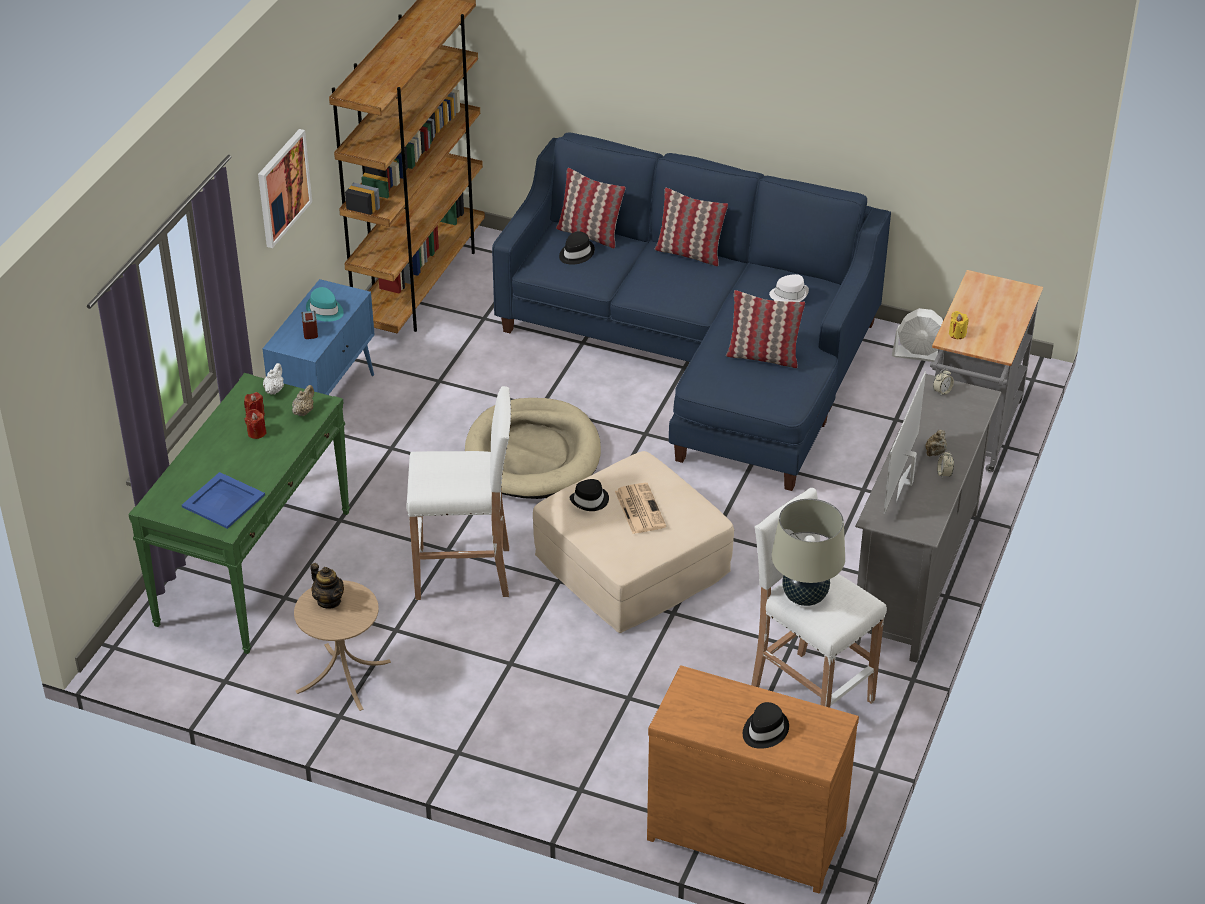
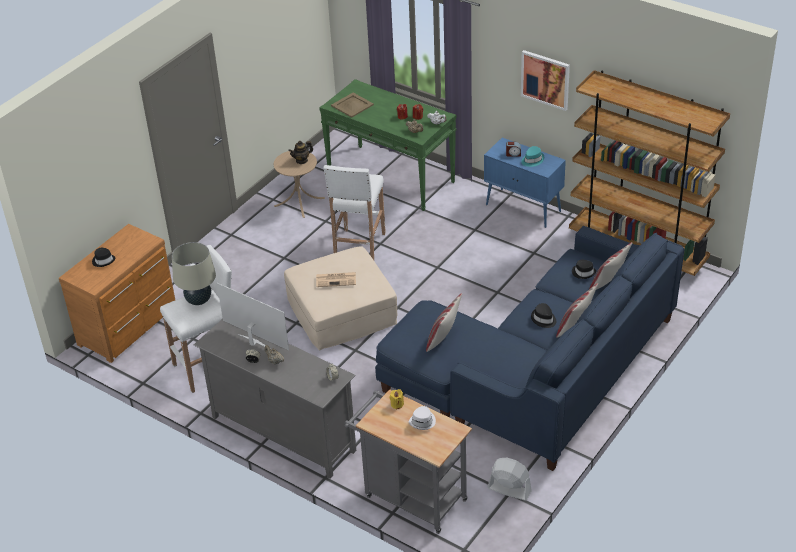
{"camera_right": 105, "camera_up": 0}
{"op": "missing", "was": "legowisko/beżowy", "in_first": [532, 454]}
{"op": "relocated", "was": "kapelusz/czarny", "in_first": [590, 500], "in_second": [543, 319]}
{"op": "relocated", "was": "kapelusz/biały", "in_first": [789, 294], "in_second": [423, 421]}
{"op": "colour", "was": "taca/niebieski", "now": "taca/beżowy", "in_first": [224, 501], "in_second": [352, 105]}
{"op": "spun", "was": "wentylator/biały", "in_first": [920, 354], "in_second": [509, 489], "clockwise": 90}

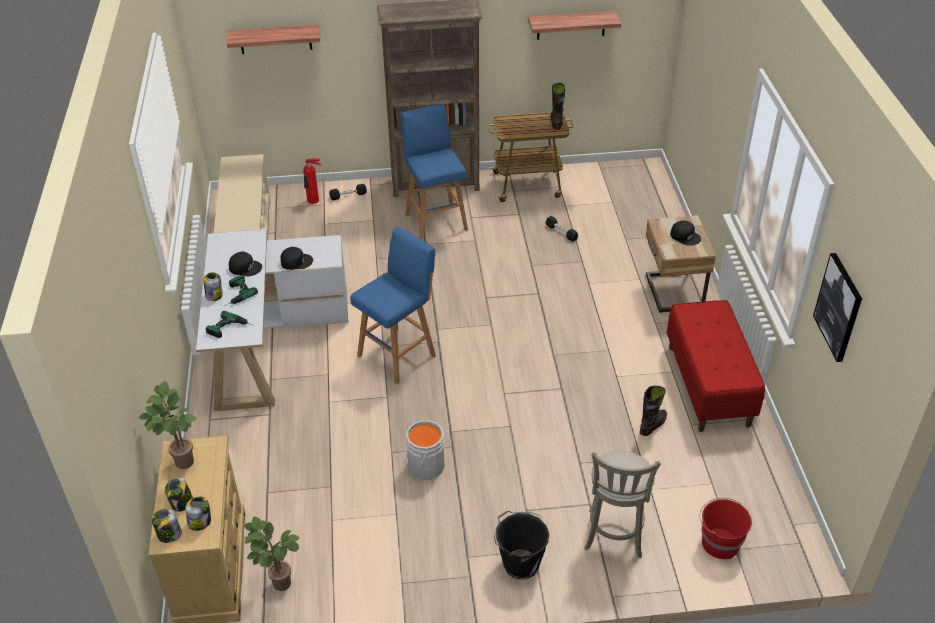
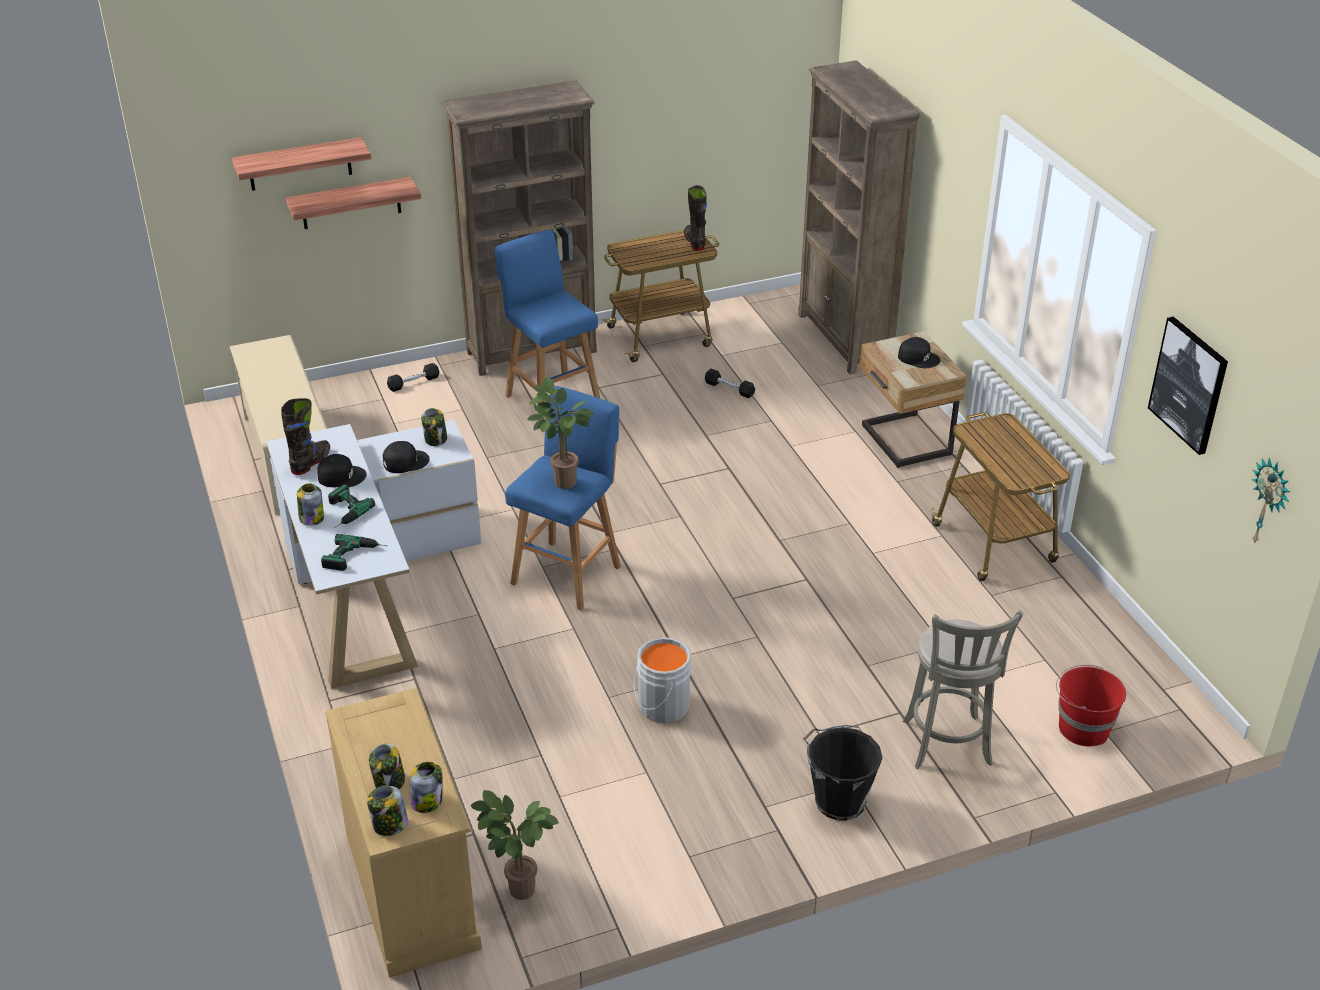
{"camera_right": -15, "camera_up": -5}
{"op": "missing", "was": "gaśnica", "in_first": [313, 201]}
{"op": "appeared", "now": "słoik", "in_second": [436, 439]}
{"op": "appeared", "now": "regał/brązowy", "in_second": [844, 340]}
{"op": "appeared", "now": "zegar ścienny", "in_second": [1269, 502]}
{"op": "relocated", "was": "roślina doniczkowa", "in_first": [181, 461], "in_second": [561, 482]}
{"op": "relocated", "was": "półka", "in_first": [571, 25], "in_second": [351, 203]}
{"op": "relocated", "was": "but z cholewką/czarny", "in_first": [652, 425], "in_second": [311, 462]}
{"op": "exchanged", "was": "ławka/czerwony", "now": "wózek", "in_first": [708, 385], "in_second": [995, 545]}

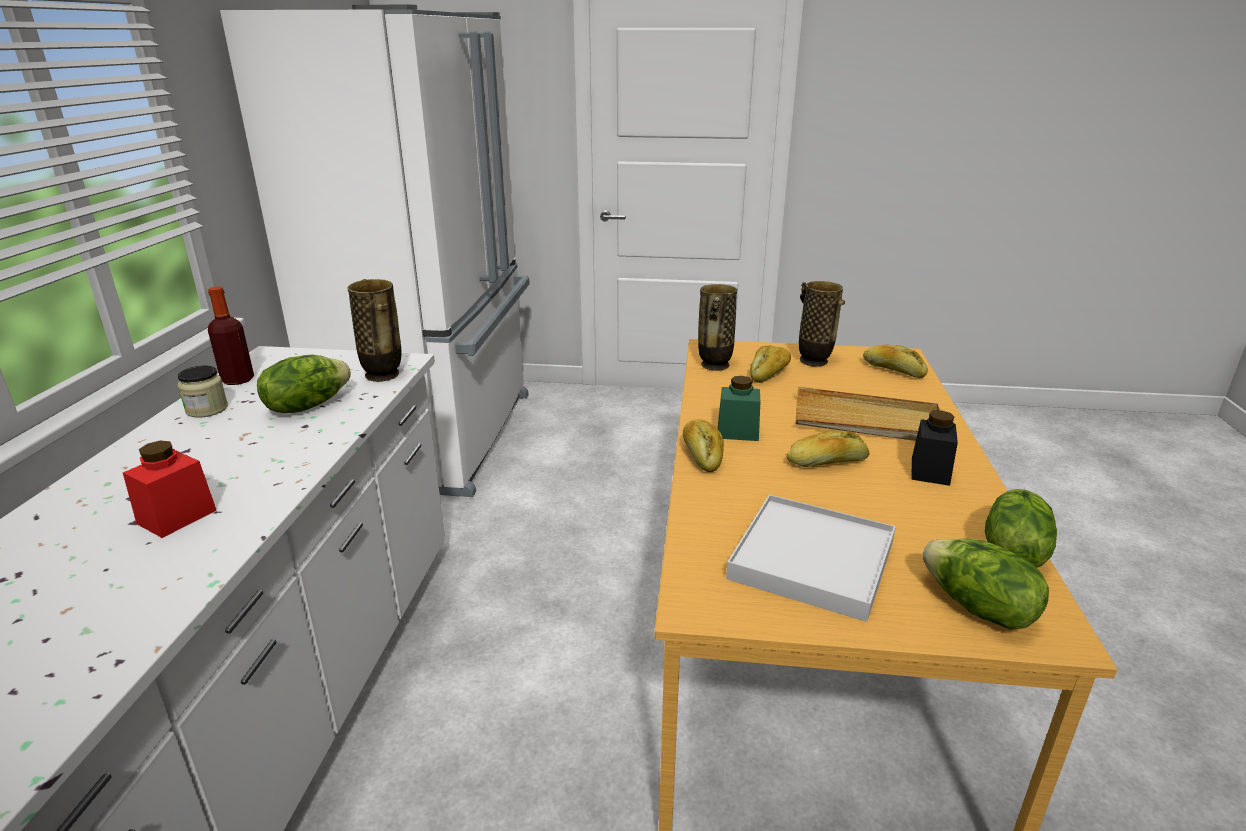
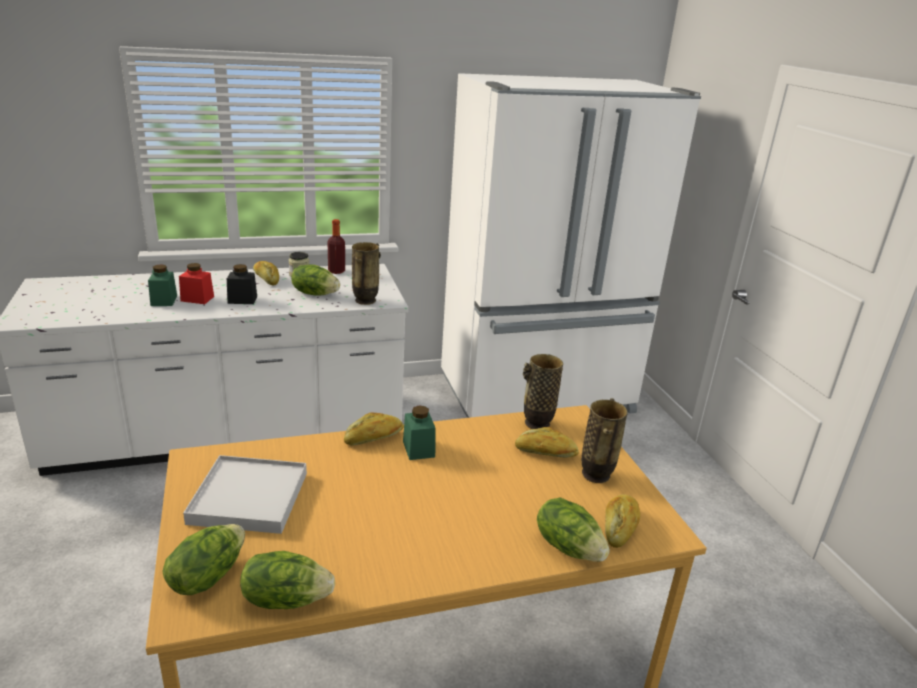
{"camera_right": 65, "camera_up": 0}
{"op": "missing", "was": "taca/beżowy", "in_first": [867, 421]}
{"op": "appeared", "now": "słoik/zielony", "in_second": [164, 300]}
{"op": "appeared", "now": "sałata", "in_second": [569, 547]}
{"op": "relocated", "was": "chleb", "in_first": [827, 462], "in_second": [266, 279]}
{"op": "relocated", "was": "słoik/czarny", "in_first": [930, 471], "in_second": [242, 300]}

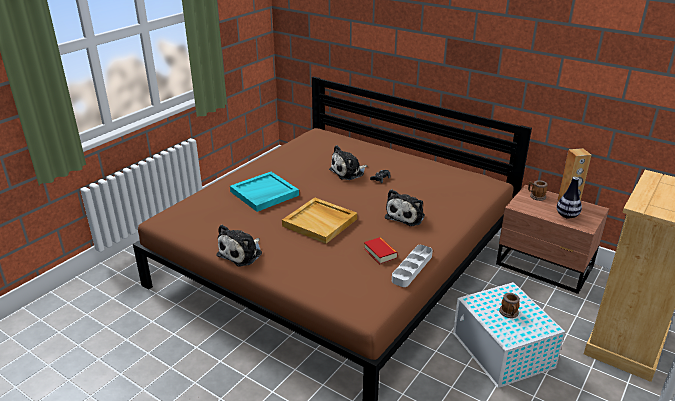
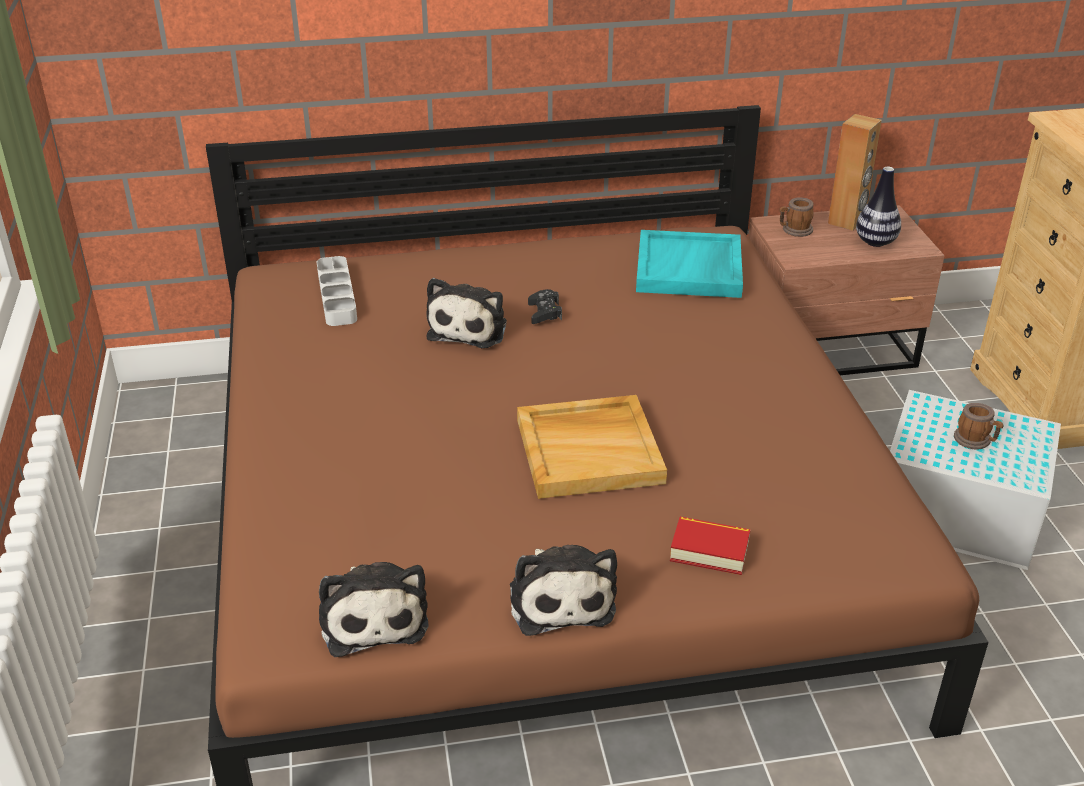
{"camera_right": -45, "camera_up": 5}
{"op": "relocated", "was": "taca/turkusowy", "in_first": [264, 194], "in_second": [690, 269]}
{"op": "relocated", "was": "książka", "in_first": [380, 253], "in_second": [709, 551]}
{"op": "relocated", "was": "pluszak", "in_first": [406, 216], "in_second": [373, 616]}
{"op": "relocated", "was": "taca/szary", "in_first": [412, 268], "in_second": [337, 296]}

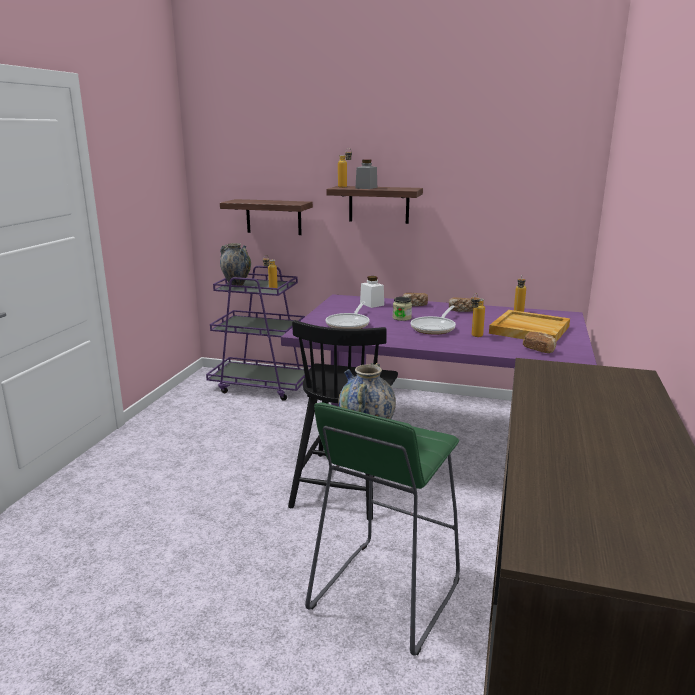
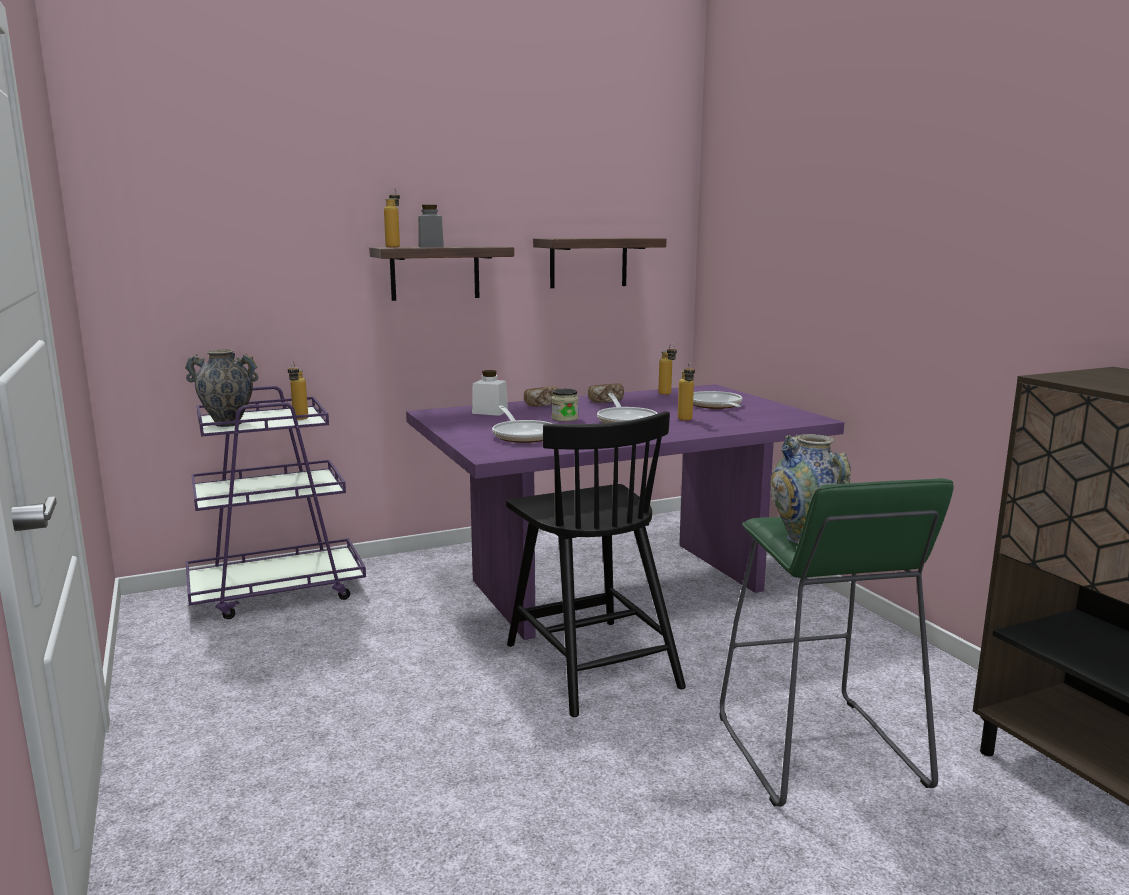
{"camera_right": -40, "camera_up": -5}
{"op": "missing", "was": "chleb", "in_first": [539, 350]}
{"op": "relocated", "was": "półka", "in_first": [273, 217], "in_second": [588, 262]}
{"op": "exchanged", "was": "taca/beżowy", "now": "patelnia", "in_first": [528, 330], "in_second": [715, 406]}

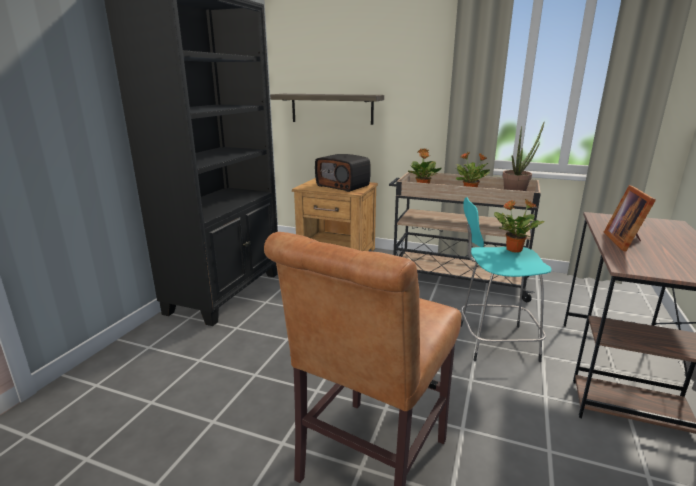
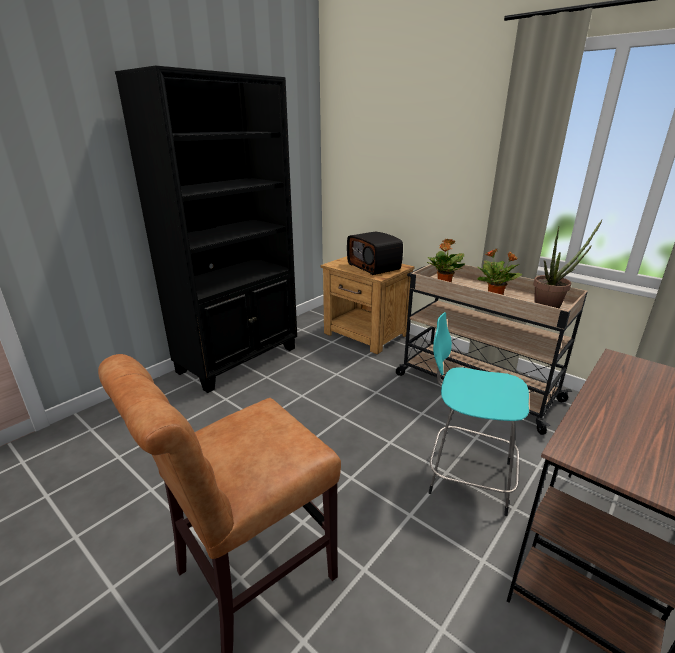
{"camera_right": 20, "camera_up": 5}
{"op": "missing", "was": "półka", "in_first": [331, 108]}
{"op": "missing", "was": "roślina doniczkowa", "in_first": [513, 249]}
{"op": "missing", "was": "ramka na zdjęcie", "in_first": [625, 242]}

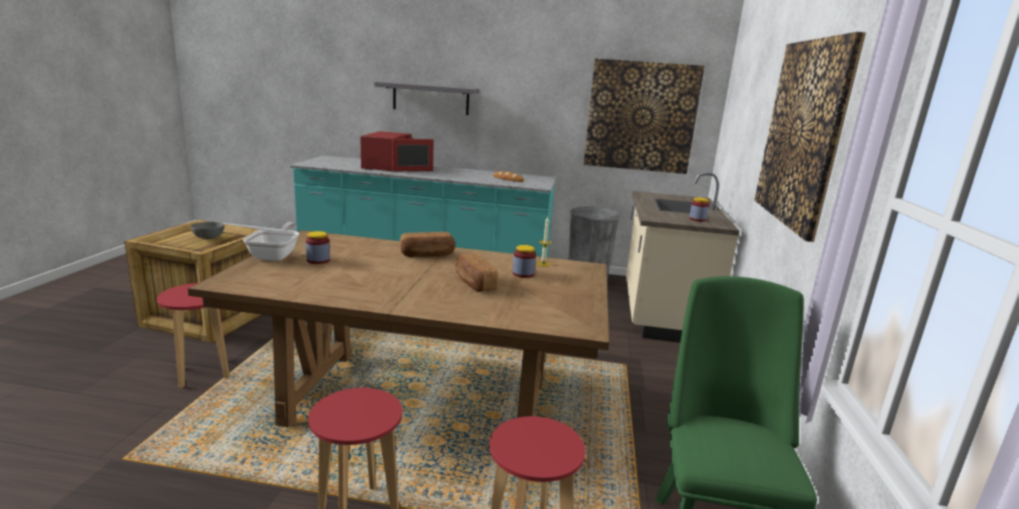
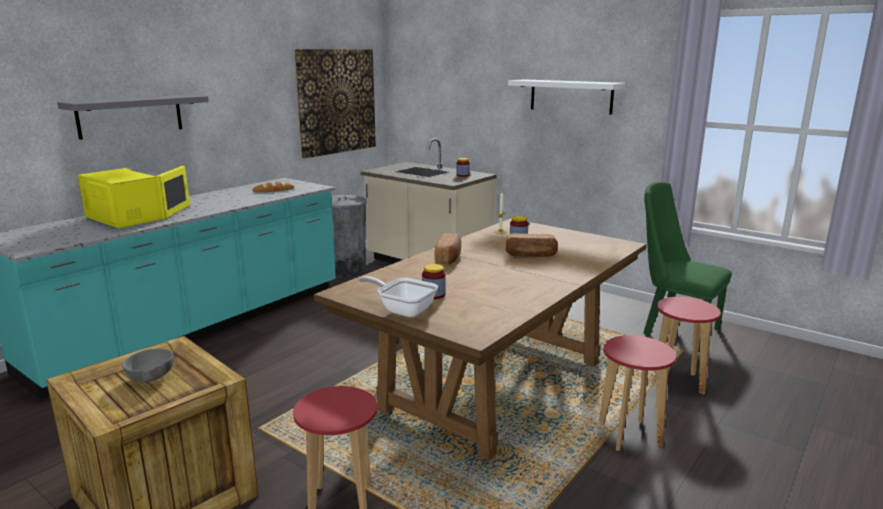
{"camera_right": -60, "camera_up": 0}
{"op": "exchanged", "was": "obraz", "now": "półka/biały", "in_first": [802, 133], "in_second": [571, 96]}
{"op": "colour", "was": "mikrofalówka/czerwony", "now": "mikrofalówka/żółty", "in_first": [388, 167], "in_second": [129, 218]}

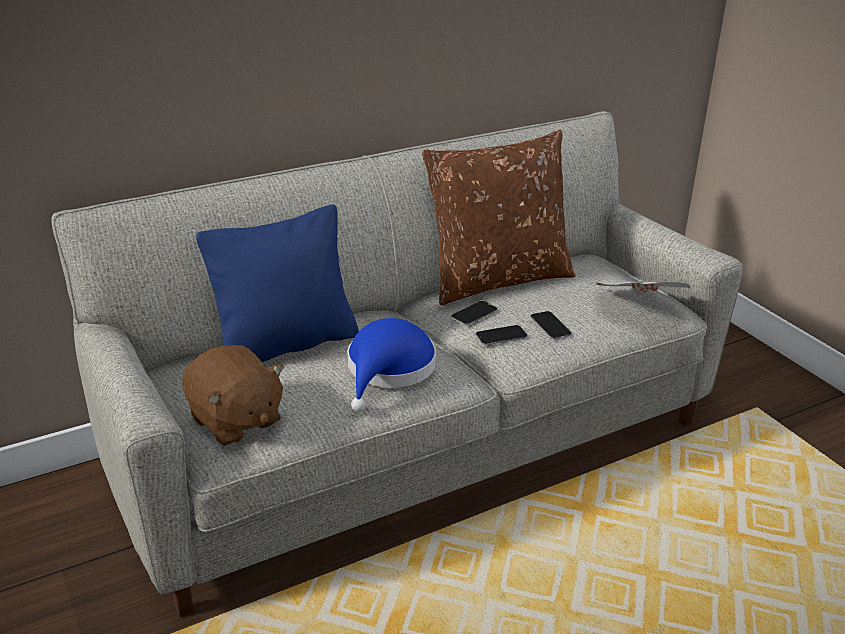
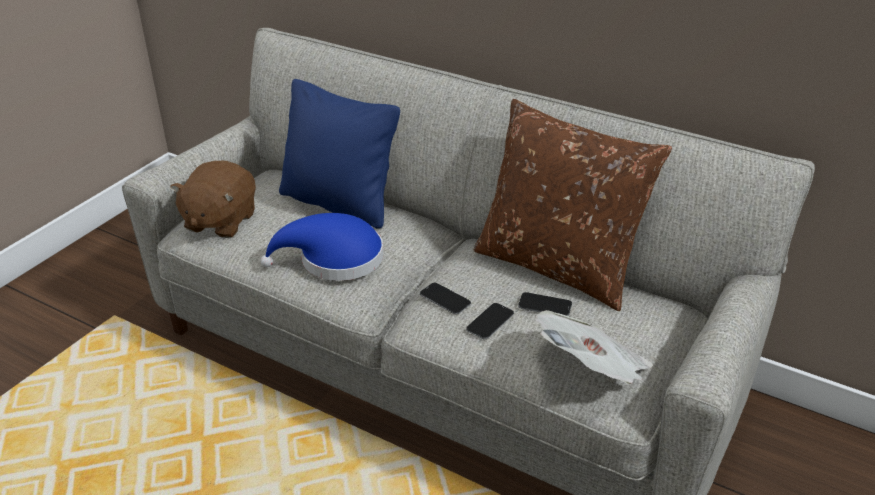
{"camera_right": 60, "camera_up": 5}
{"op": "relocated", "was": "telefon", "in_first": [474, 314], "in_second": [545, 306]}

